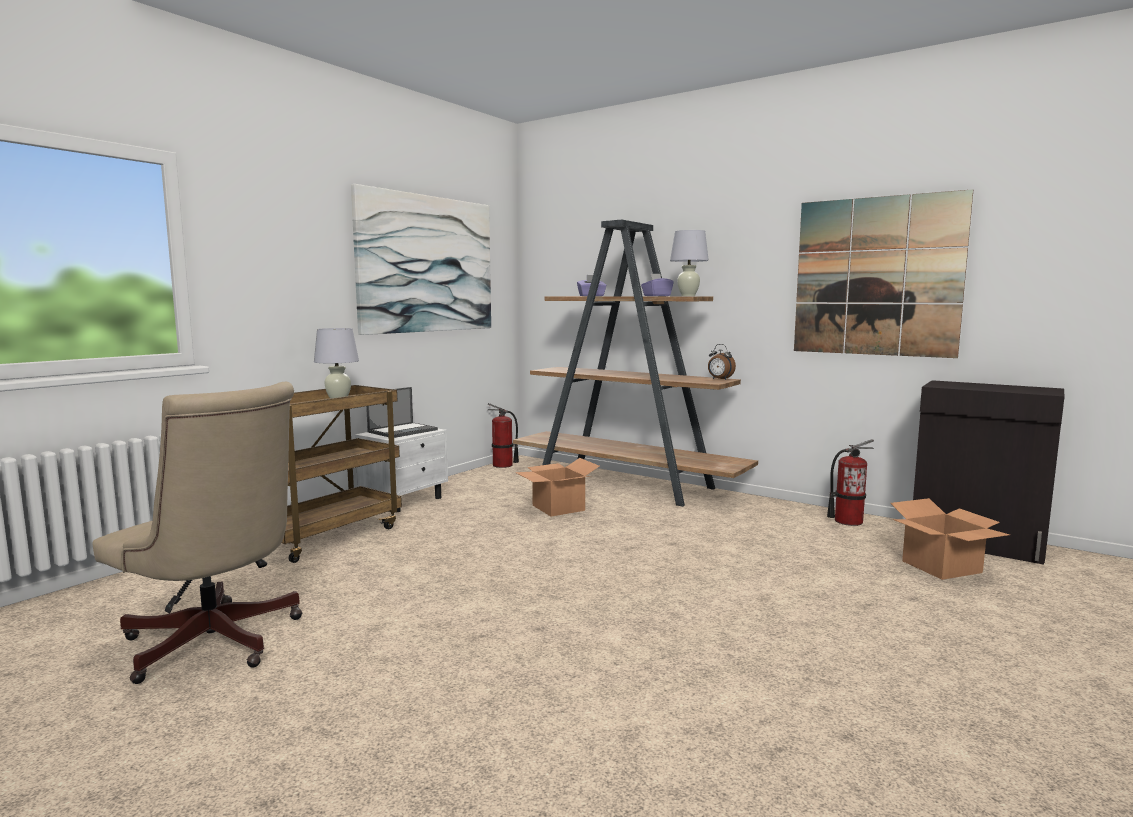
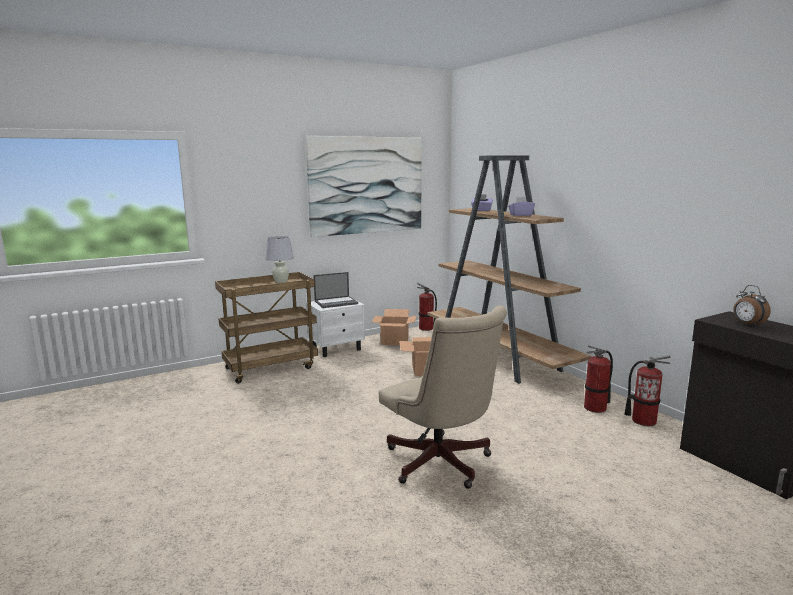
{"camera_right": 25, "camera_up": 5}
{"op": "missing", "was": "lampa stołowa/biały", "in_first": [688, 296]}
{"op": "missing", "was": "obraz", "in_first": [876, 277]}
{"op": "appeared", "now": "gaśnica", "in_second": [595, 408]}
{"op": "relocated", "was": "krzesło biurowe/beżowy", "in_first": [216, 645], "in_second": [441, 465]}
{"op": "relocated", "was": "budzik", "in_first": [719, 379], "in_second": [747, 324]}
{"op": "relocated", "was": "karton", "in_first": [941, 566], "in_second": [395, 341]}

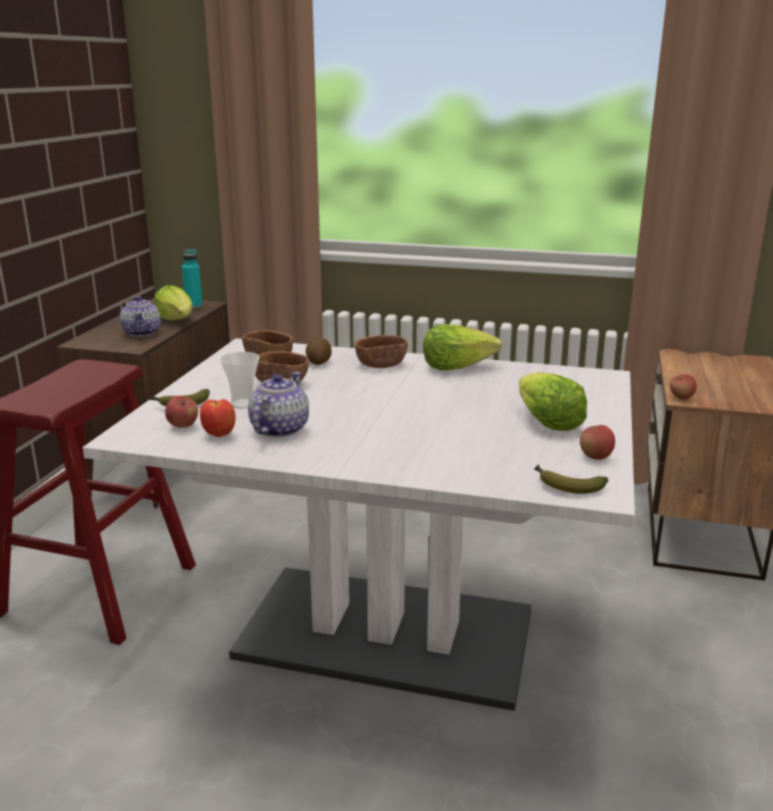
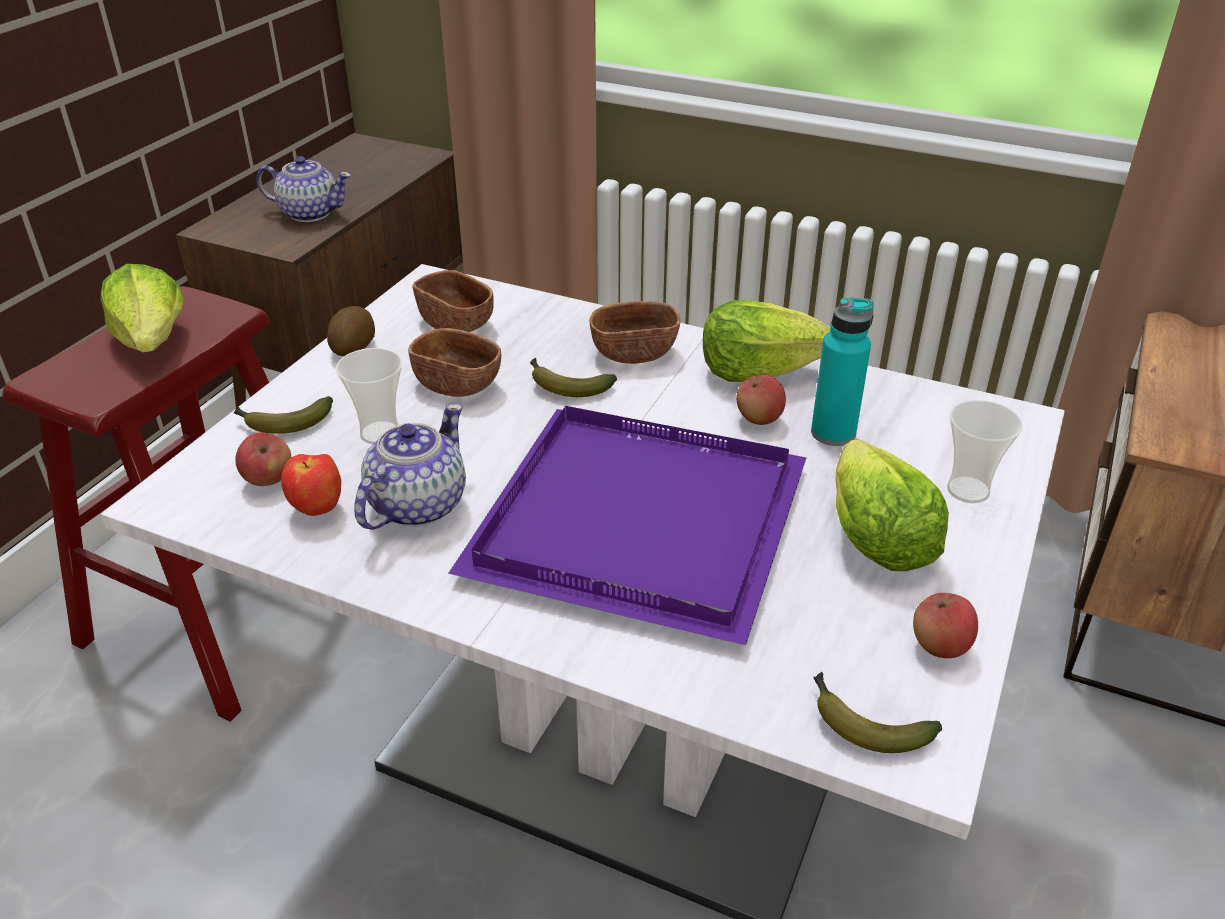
{"camera_right": 10, "camera_up": 15}
{"op": "appeared", "now": "taca/fioletowy", "in_second": [645, 520]}
{"op": "appeared", "now": "banan", "in_second": [565, 385]}
{"op": "appeared", "now": "filiżanka", "in_second": [968, 490]}
{"op": "relocated", "was": "sałata", "in_first": [177, 320], "in_second": [153, 340]}
{"op": "relocated", "was": "butelka/turkusowy", "in_first": [194, 306], "in_second": [833, 433]}
{"op": "relocated", "was": "ziemniak", "in_first": [318, 361], "in_second": [353, 346]}
{"op": "relocated", "was": "jabłko", "in_first": [681, 397], "in_second": [759, 418]}
{"op": "spun", "was": "imbryk", "in_first": [142, 332], "in_second": [309, 213], "clockwise": -75}

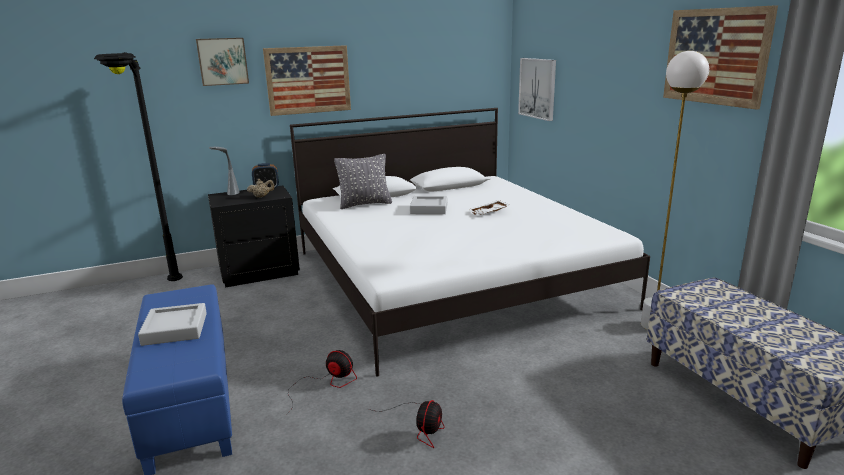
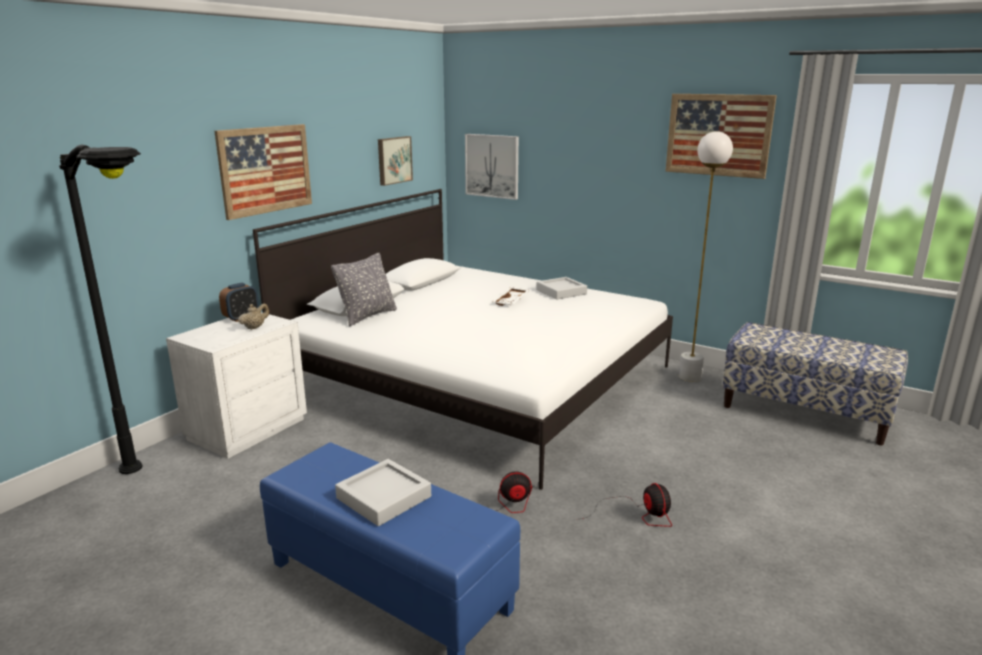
{"camera_right": -35, "camera_up": 0}
{"op": "missing", "was": "lampa stołowa/szary", "in_first": [228, 198]}
{"op": "relocated", "was": "obraz", "in_first": [222, 61], "in_second": [393, 160]}
{"op": "relocated", "was": "taca/szary", "in_first": [429, 209], "in_second": [561, 292]}
{"op": "colour", "was": "szafka nocna/czarny", "now": "szafka nocna/biały", "in_first": [259, 272], "in_second": [246, 429]}

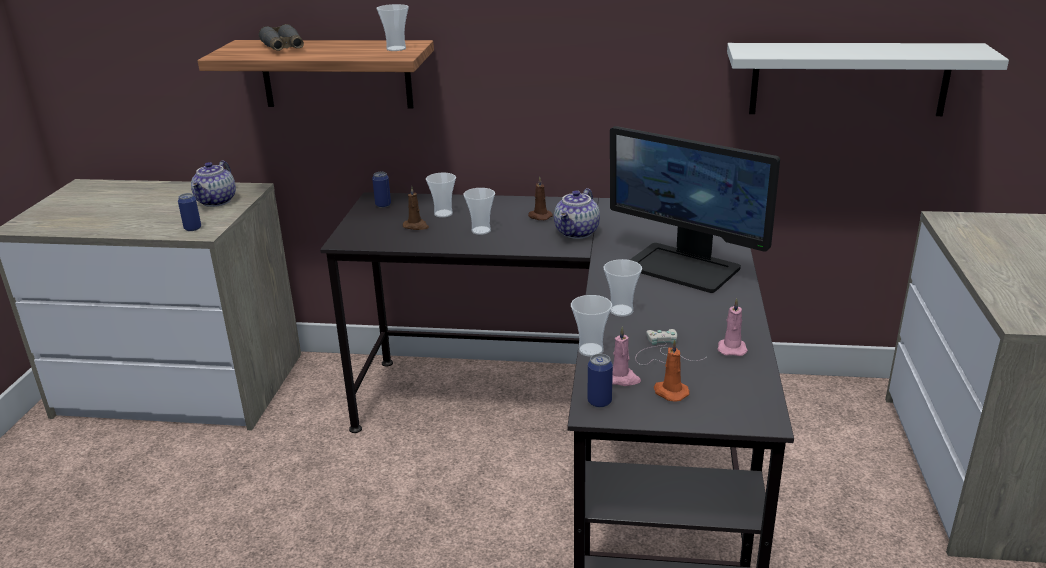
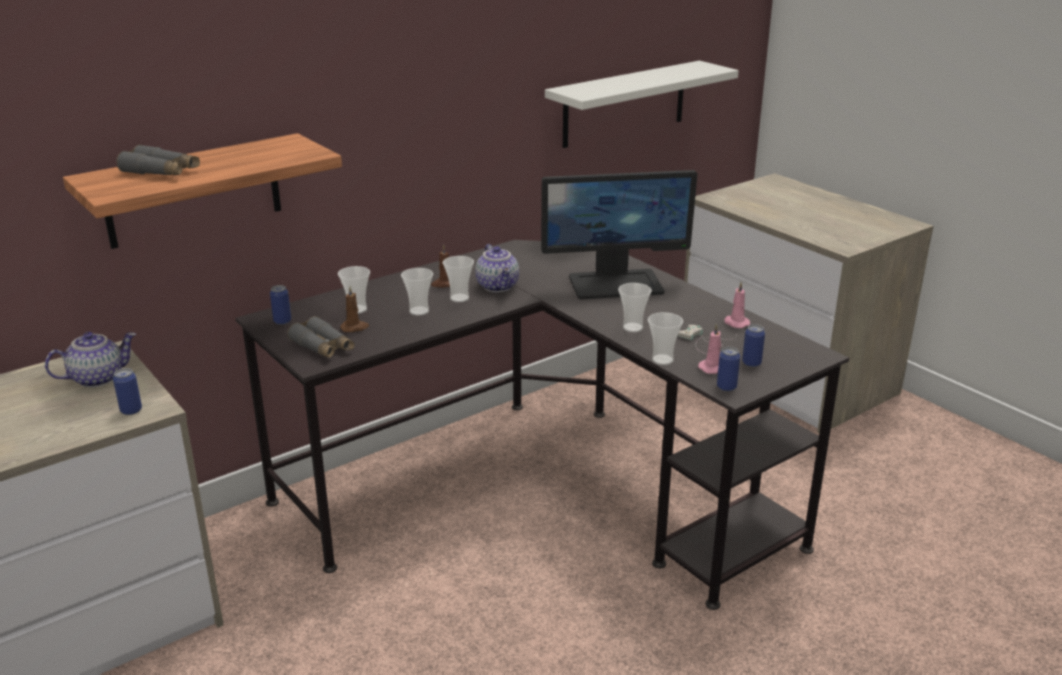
{"camera_right": -45, "camera_up": 0}
{"op": "appeared", "now": "lornetka/szary", "in_second": [323, 347]}
{"op": "relocated", "was": "filiżanka", "in_first": [396, 49], "in_second": [459, 298]}
{"op": "exchanged", "was": "świeca/pomarańczowy", "now": "puszka", "in_first": [670, 392], "in_second": [751, 363]}
{"op": "spun", "was": "imbryk", "in_first": [217, 201], "in_second": [97, 378], "clockwise": -90}

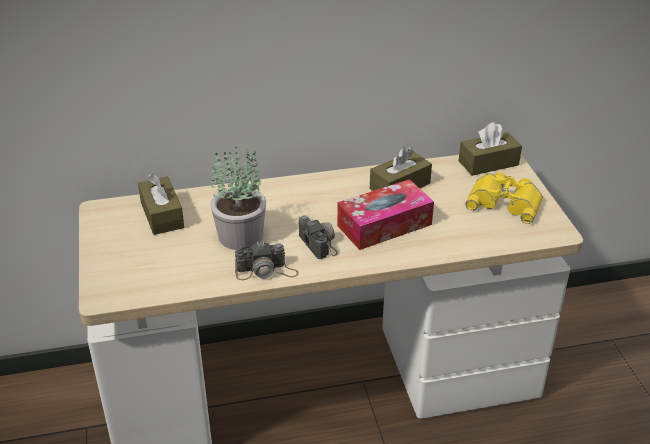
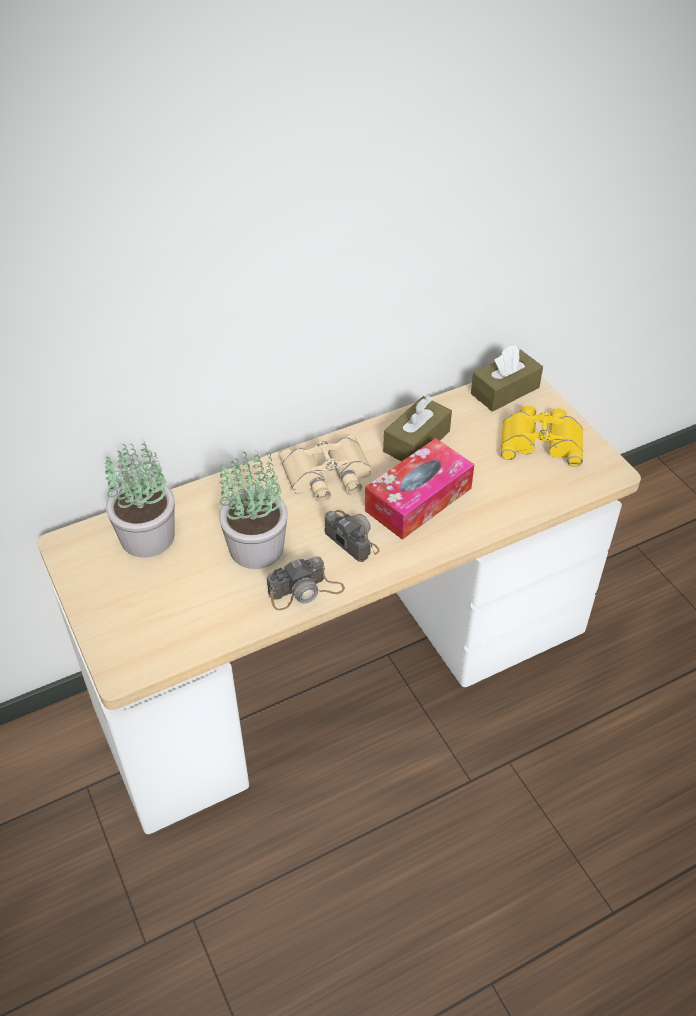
{"camera_right": -15, "camera_up": 10}
{"op": "appeared", "now": "lornetka/beżowy", "in_second": [328, 476]}
{"op": "exchanged", "was": "pudełko chusteczek/brązowy", "now": "roślina doniczkowa", "in_first": [162, 215], "in_second": [149, 537]}

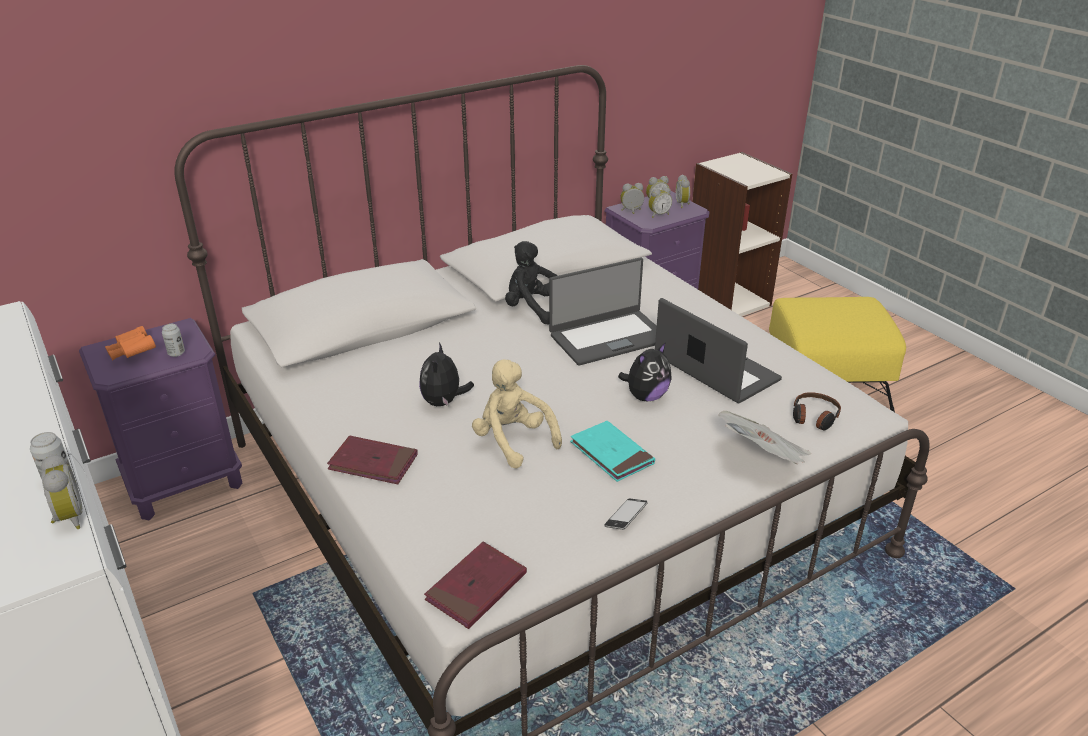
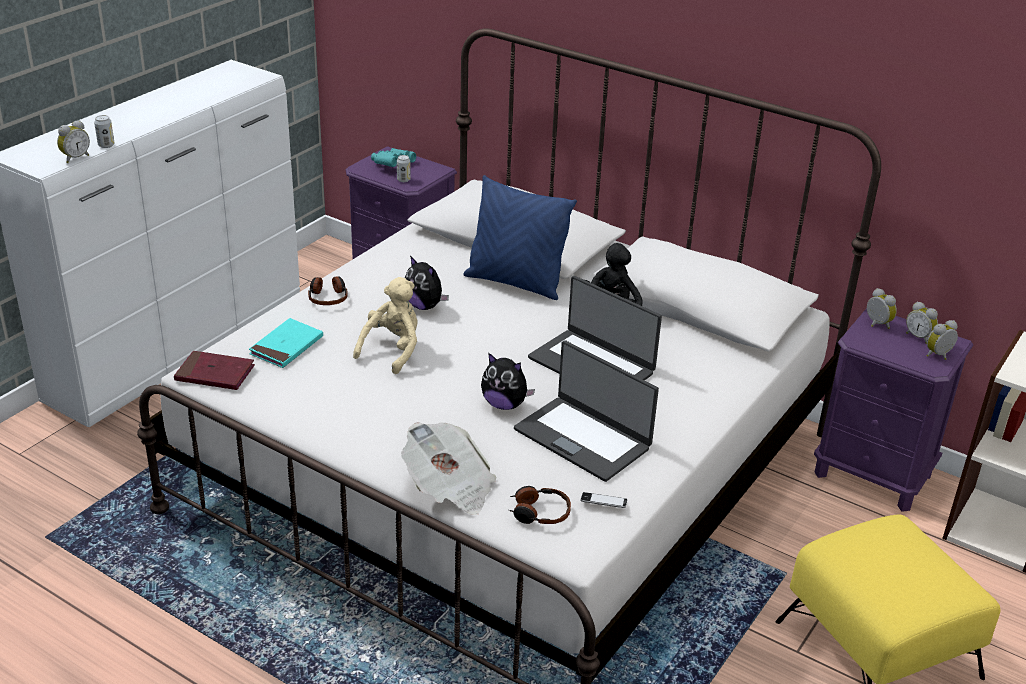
{"camera_right": 65, "camera_up": 0}
{"op": "missing", "was": "budzik", "in_first": [658, 215]}
{"op": "appeared", "now": "poduszka/niebieski", "in_second": [515, 283]}
{"op": "relocated", "was": "książka/turkusowy", "in_first": [611, 454], "in_second": [286, 346]}
{"op": "relocated", "was": "telefon", "in_first": [626, 517], "in_second": [603, 503]}
{"op": "exchanged", "was": "książka/czerwony", "now": "słuchawki", "in_first": [373, 463], "in_second": [328, 297]}
{"op": "colour", "was": "lornetka/pomarańczowy", "now": "lornetka/turkusowy", "in_first": [133, 353], "in_second": [392, 165]}
{"op": "spun", "was": "pluszak", "in_first": [444, 402], "in_second": [424, 306], "clockwise": -120}
{"op": "spun", "was": "laptop", "in_first": [715, 369], "in_second": [583, 438], "clockwise": 105}

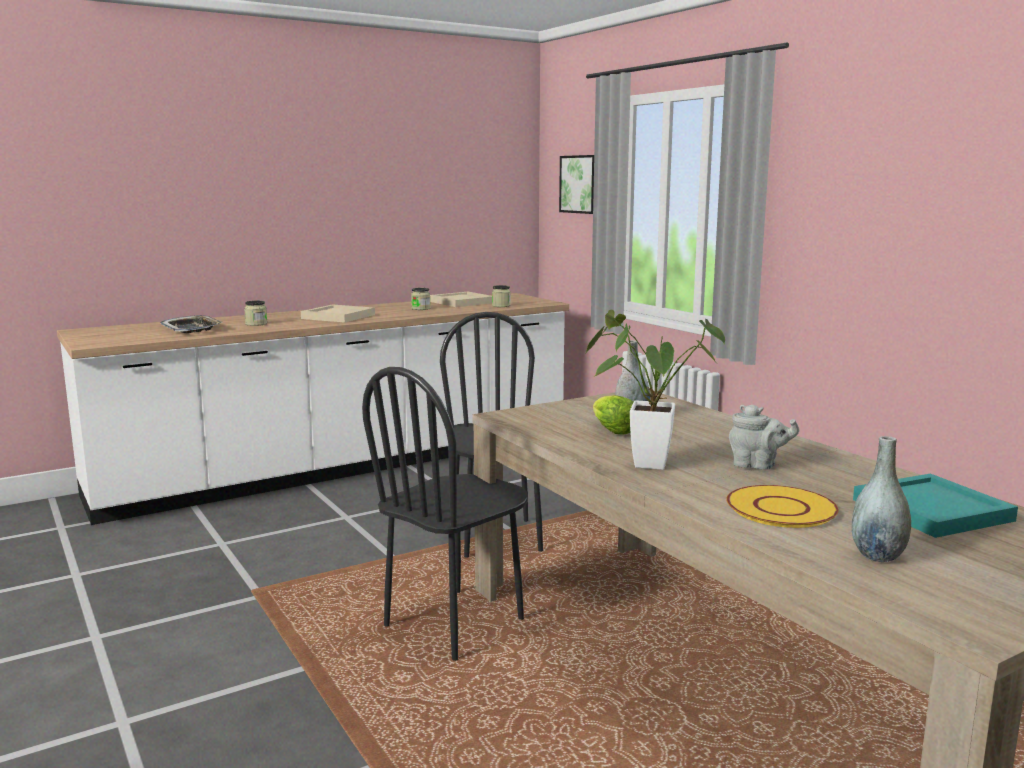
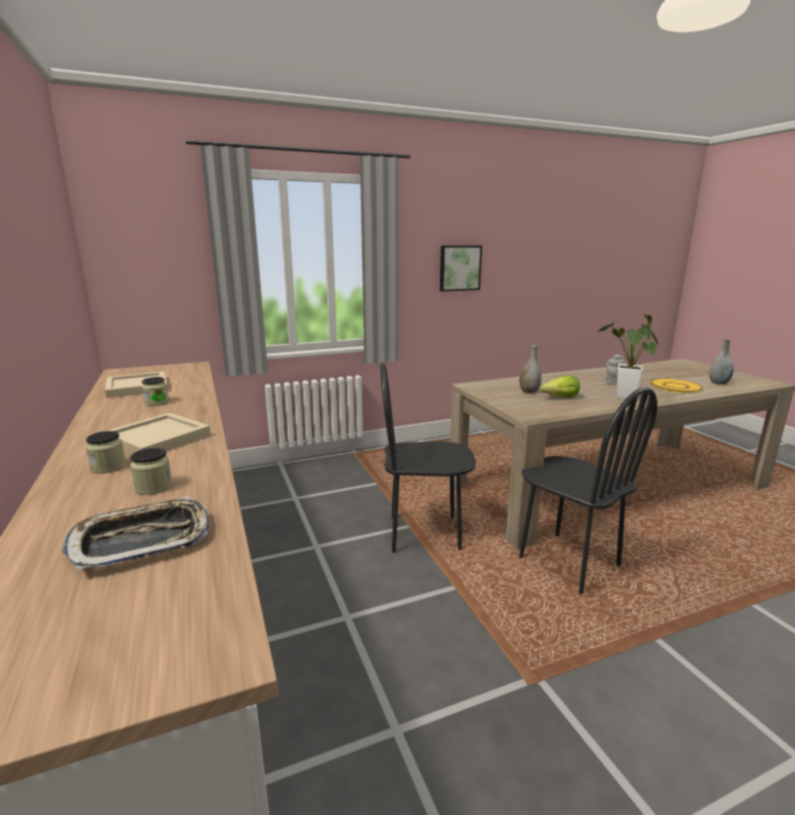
{"camera_right": -80, "camera_up": 5}
{"op": "missing", "was": "taca/turkusowy", "in_first": [931, 509]}
{"op": "relocated", "was": "słoik", "in_first": [501, 306], "in_second": [108, 467]}
{"op": "relocated", "was": "obraz", "in_first": [581, 184], "in_second": [459, 268]}

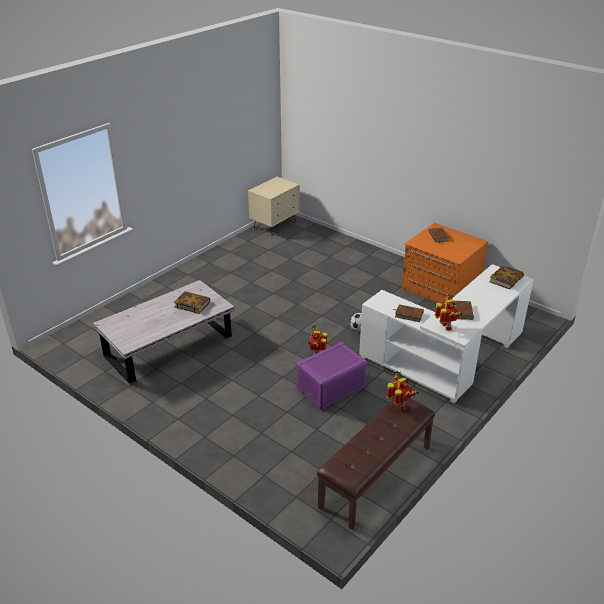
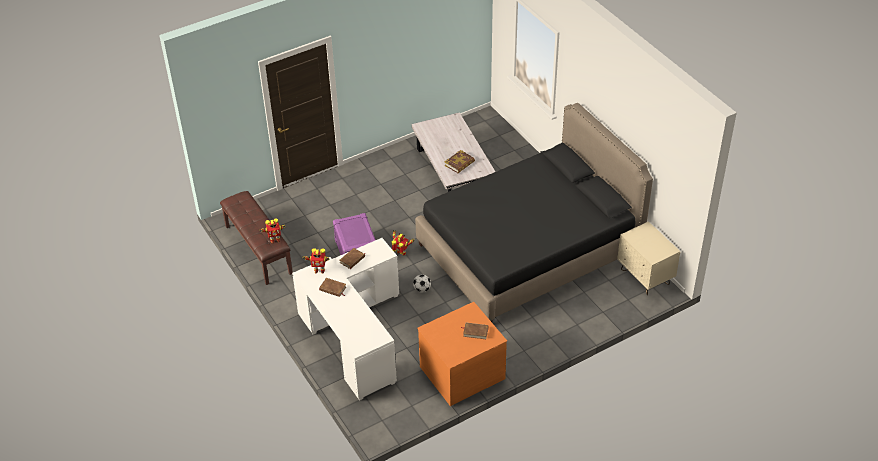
{"camera_right": 110, "camera_up": 10}
{"op": "missing", "was": "książka", "in_first": [506, 280]}
{"op": "appeared", "now": "łóżko/czarny", "in_second": [528, 249]}

